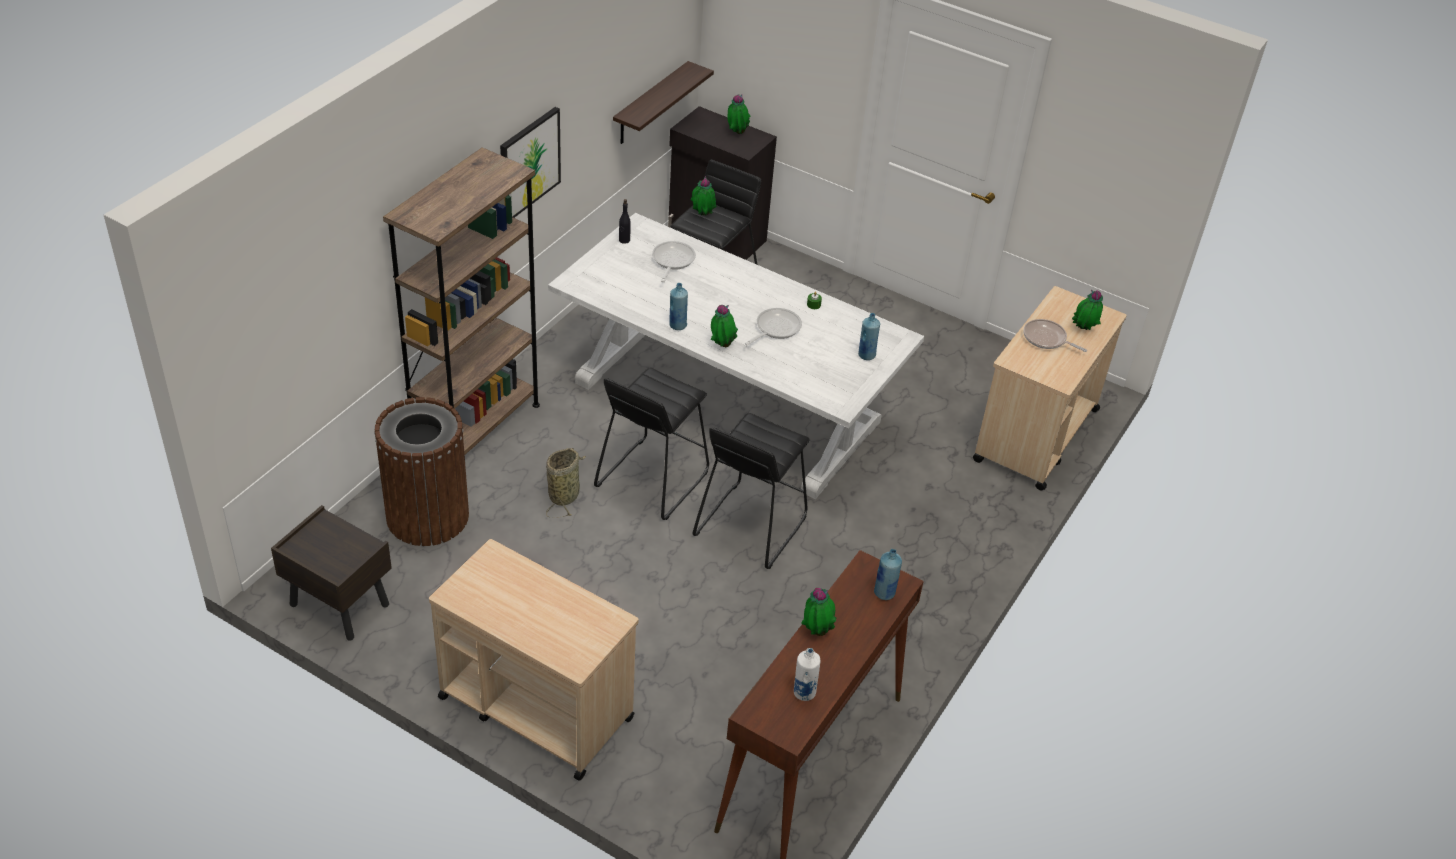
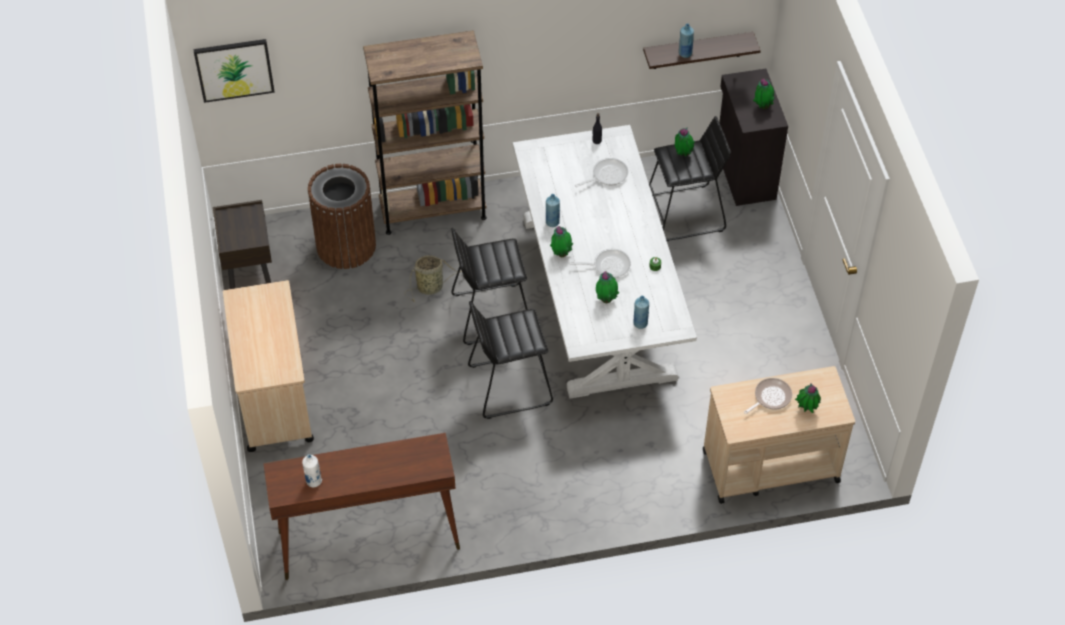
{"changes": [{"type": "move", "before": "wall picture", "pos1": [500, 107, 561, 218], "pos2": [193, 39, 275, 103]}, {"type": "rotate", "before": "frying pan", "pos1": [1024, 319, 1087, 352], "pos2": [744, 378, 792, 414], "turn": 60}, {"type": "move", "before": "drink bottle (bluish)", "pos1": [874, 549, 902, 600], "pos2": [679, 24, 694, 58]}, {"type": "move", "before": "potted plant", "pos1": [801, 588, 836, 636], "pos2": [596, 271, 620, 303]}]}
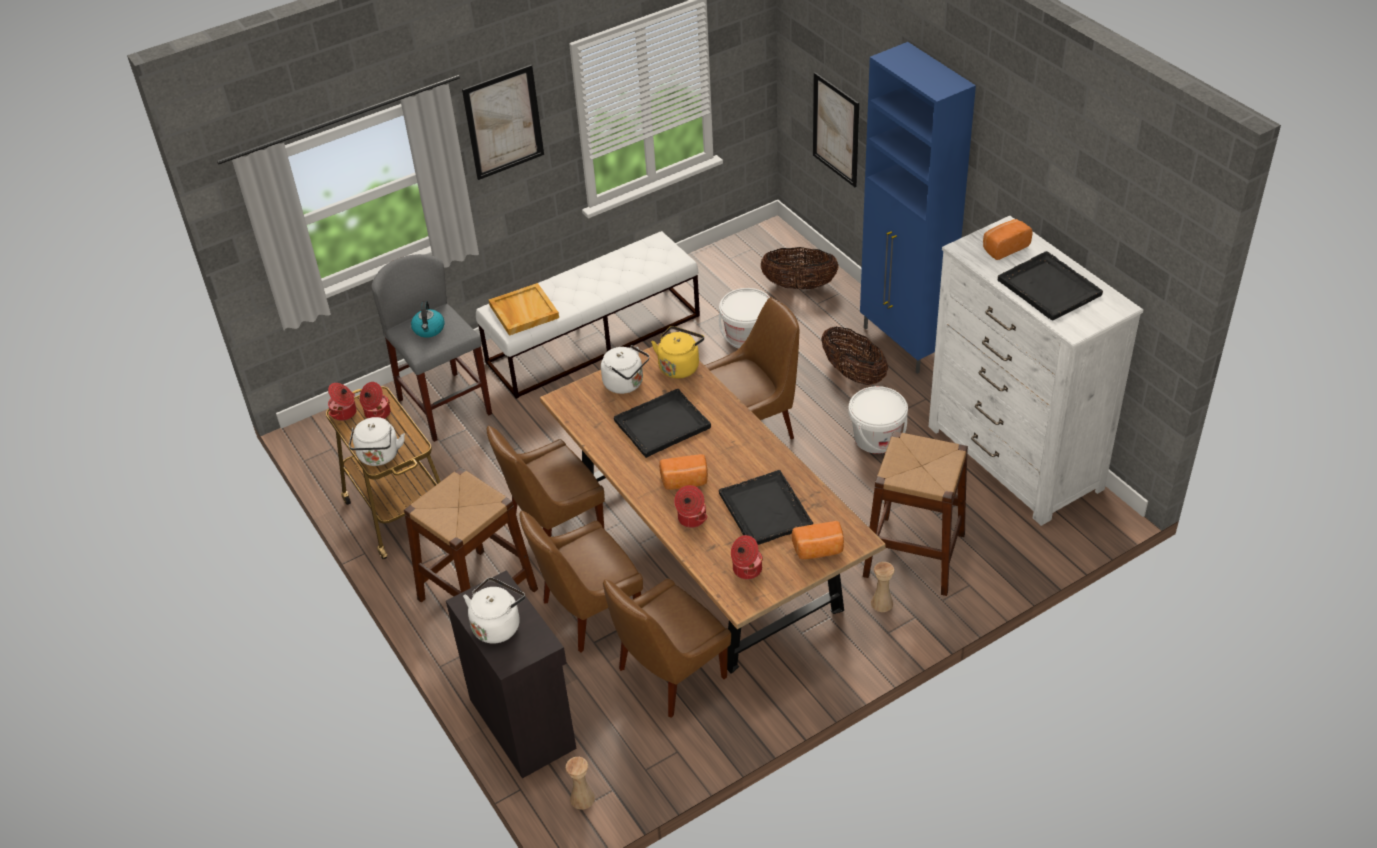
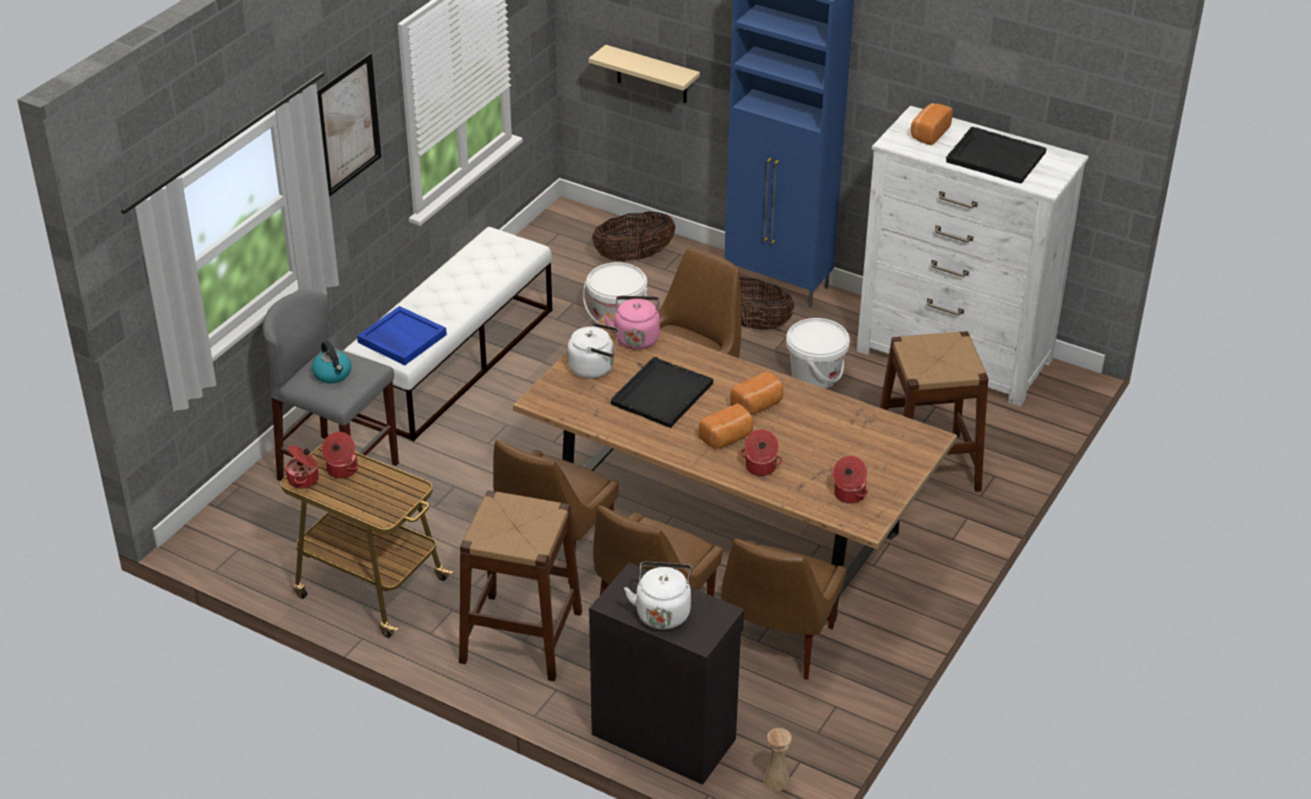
{"changes": [{"type": "replace", "before": "wall picture", "after": "bracket shelf (sand-coloured)", "pos1": [813, 72, 859, 187], "pos2": [589, 45, 700, 103]}, {"type": "recolor", "before": "serving tray (sand-coloured)", "after": "serving tray (bluish)", "pos1": [489, 283, 559, 336], "pos2": [357, 306, 447, 365]}, {"type": "recolor", "before": "tea kettle (yellow-coloured)", "after": "tea kettle (pink-coloured)", "pos1": [651, 326, 704, 379], "pos2": [604, 296, 660, 350]}, {"type": "delete", "before": "tea kettle (whitish)", "pos1": [349, 417, 405, 466]}, {"type": "delete", "before": "serving tray (black)", "pos1": [719, 470, 813, 545]}, {"type": "move", "before": "bakery bread", "pos1": [792, 521, 844, 559], "pos2": [730, 371, 784, 415]}, {"type": "delete", "before": "decorative vase (sand-coloured)", "pos1": [871, 562, 895, 612]}]}
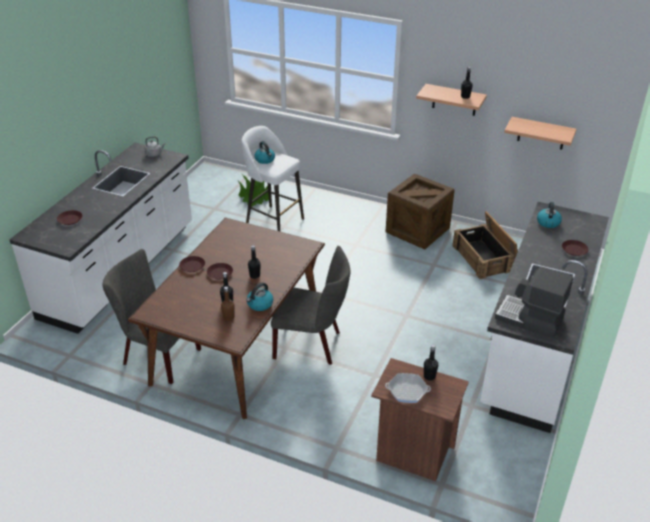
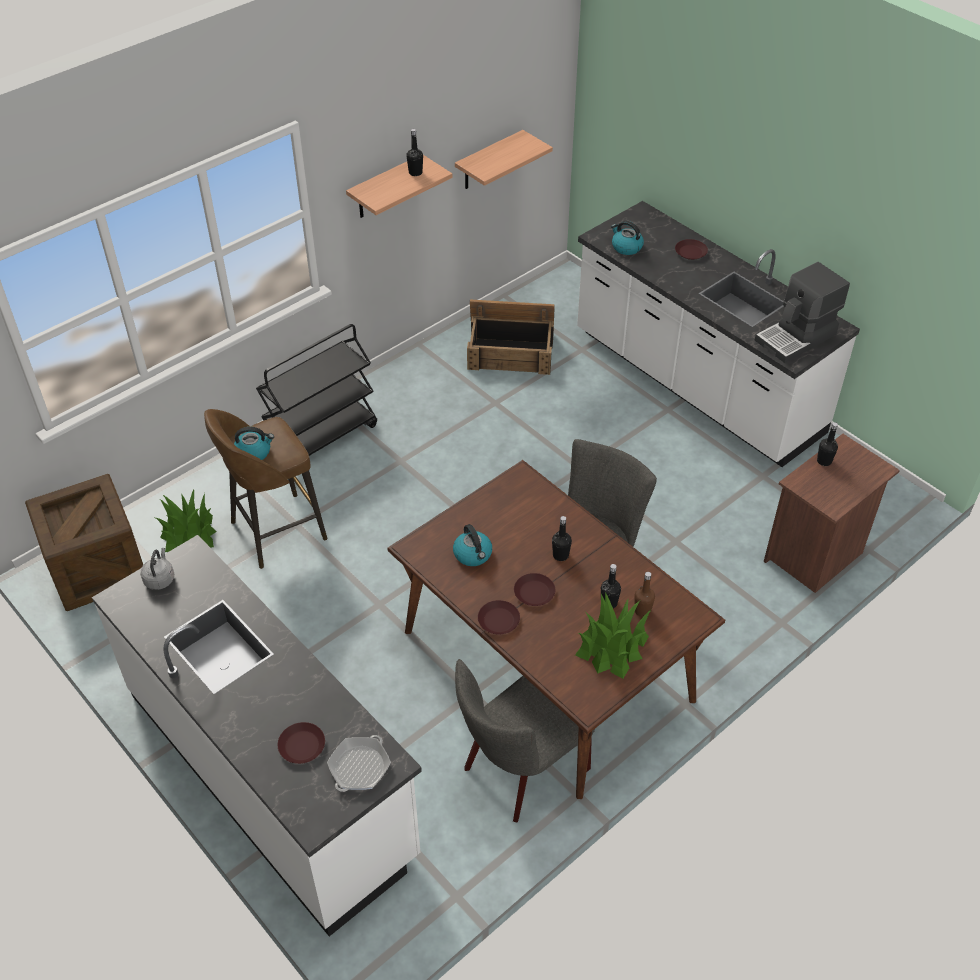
{"changes": [{"type": "recolor", "before": "stool (whitish)", "after": "stool (brown-coloured)", "pos1": [242, 126, 304, 231], "pos2": [204, 409, 328, 569]}, {"type": "move", "before": "packing crate", "pos1": [385, 174, 455, 249], "pos2": [25, 474, 143, 611]}, {"type": "move", "before": "tea kettle", "pos1": [246, 282, 273, 311], "pos2": [453, 524, 492, 566]}, {"type": "move", "before": "frying pan", "pos1": [385, 373, 431, 403], "pos2": [327, 735, 391, 792]}, {"type": "insert", "after": "cart (black)", "pos2": [256, 324, 377, 456]}, {"type": "insert", "after": "potted plant", "pos2": [575, 592, 651, 679]}]}
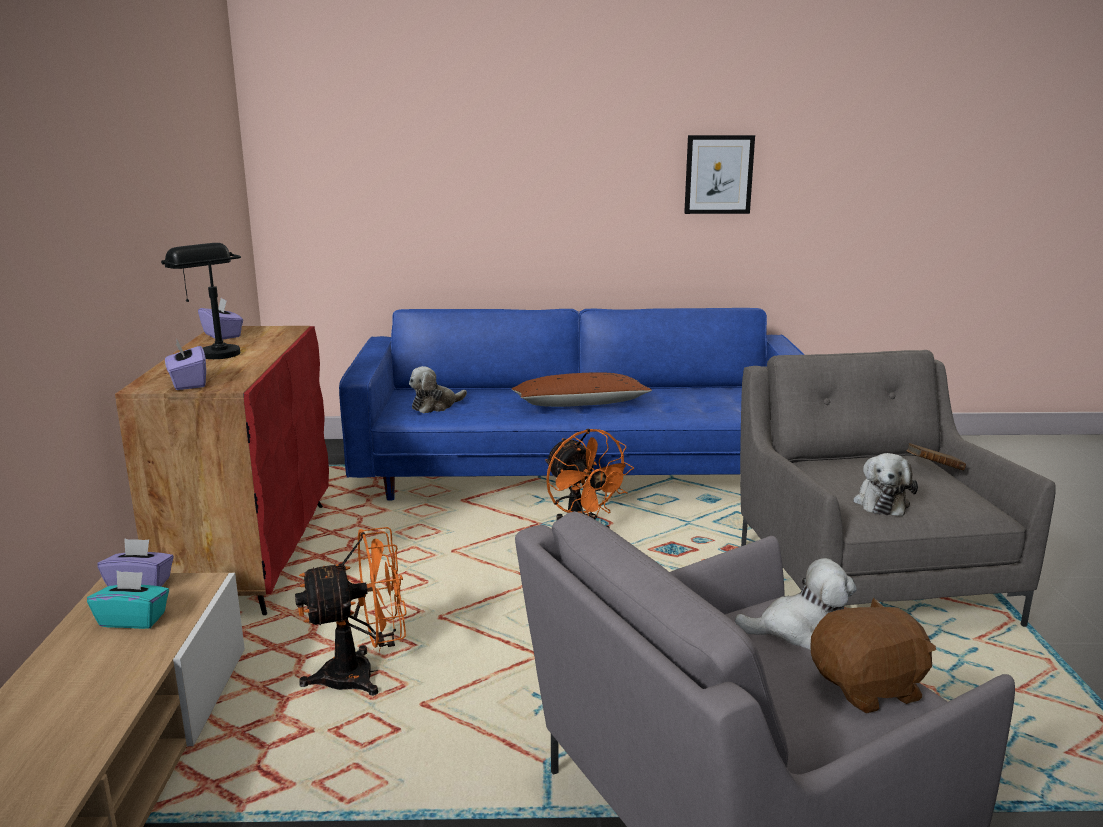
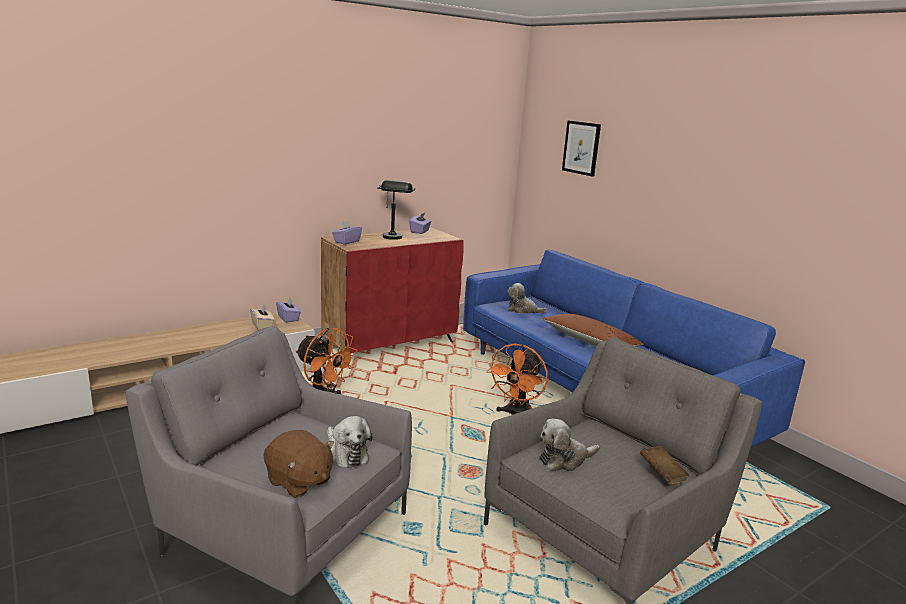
{"changes": [{"type": "move", "before": "wall picture", "pos1": [684, 135, 755, 214], "pos2": [562, 121, 601, 177]}, {"type": "recolor", "before": "box of tissues (turquoise-coloured)", "after": "box of tissues (sand-coloured)", "pos1": [87, 571, 169, 629], "pos2": [250, 305, 275, 330]}]}
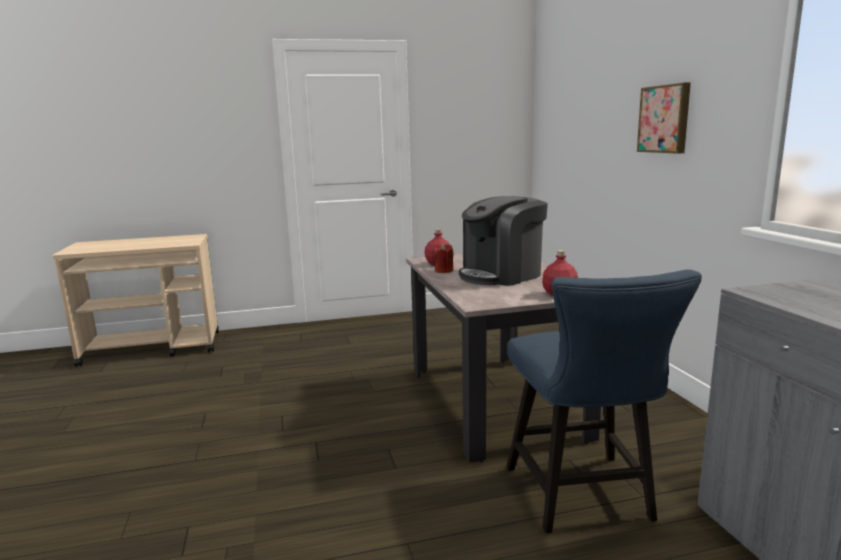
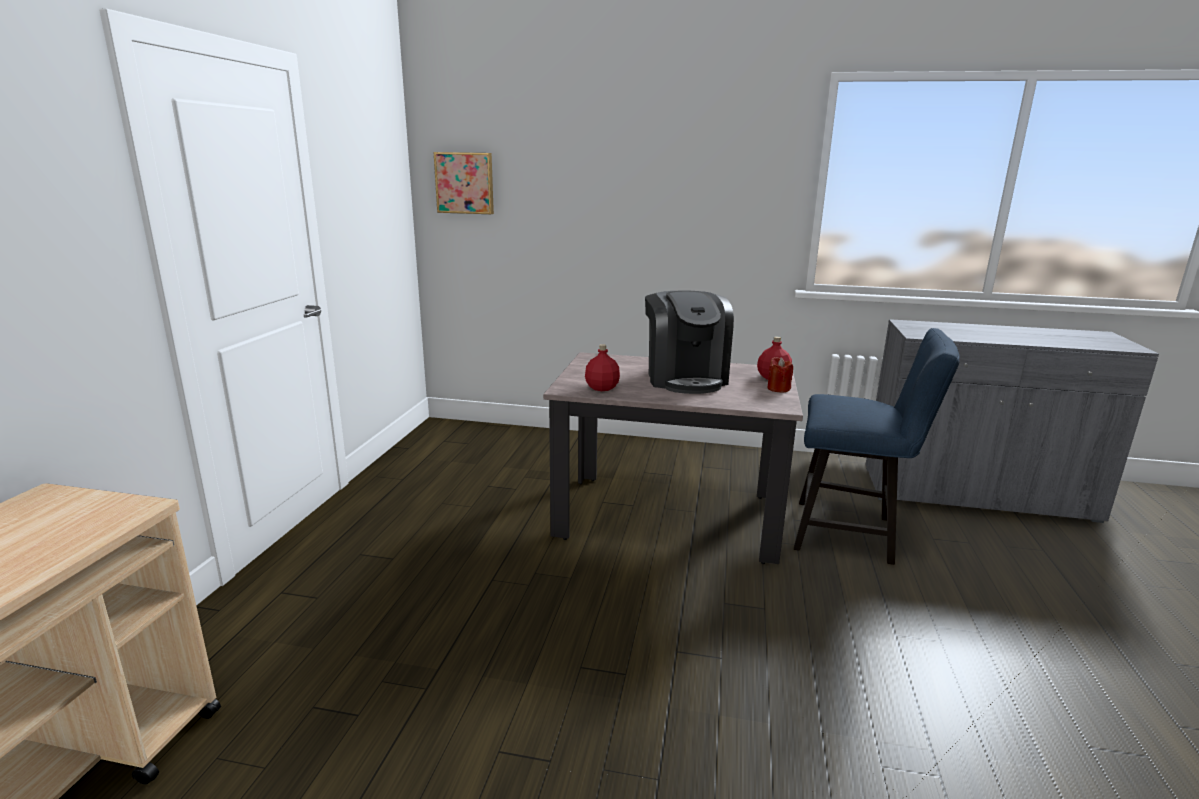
{"changes": [{"type": "move", "before": "wall picture", "pos1": [637, 83, 691, 154], "pos2": [433, 152, 494, 214]}, {"type": "move", "before": "wax light (reddish)", "pos1": [434, 244, 454, 273], "pos2": [767, 357, 793, 393]}]}
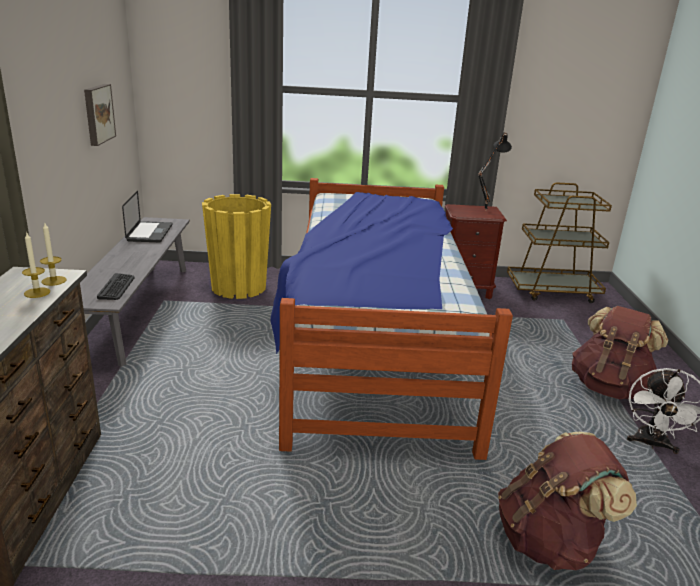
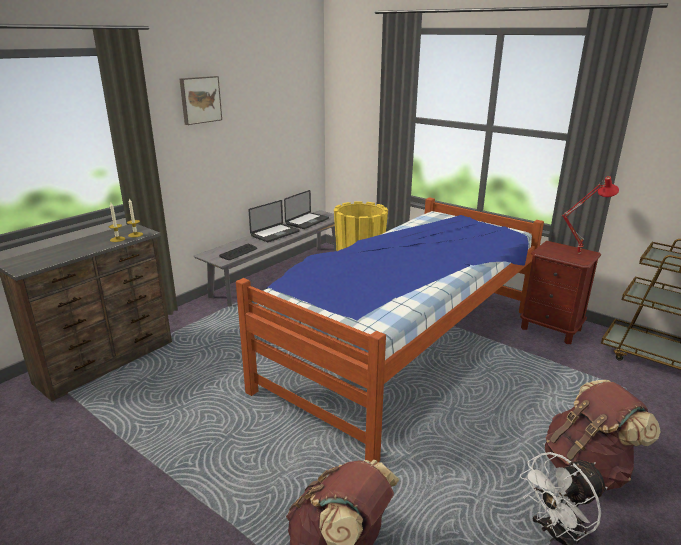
{"changes": [{"type": "move", "before": "wall picture", "pos1": [84, 84, 116, 146], "pos2": [179, 76, 222, 125]}, {"type": "recolor", "before": "table lamp (black)", "after": "table lamp (reddish)", "pos1": [478, 132, 512, 211], "pos2": [562, 176, 619, 254]}, {"type": "insert", "after": "notebook computer", "pos2": [248, 200, 299, 242]}]}
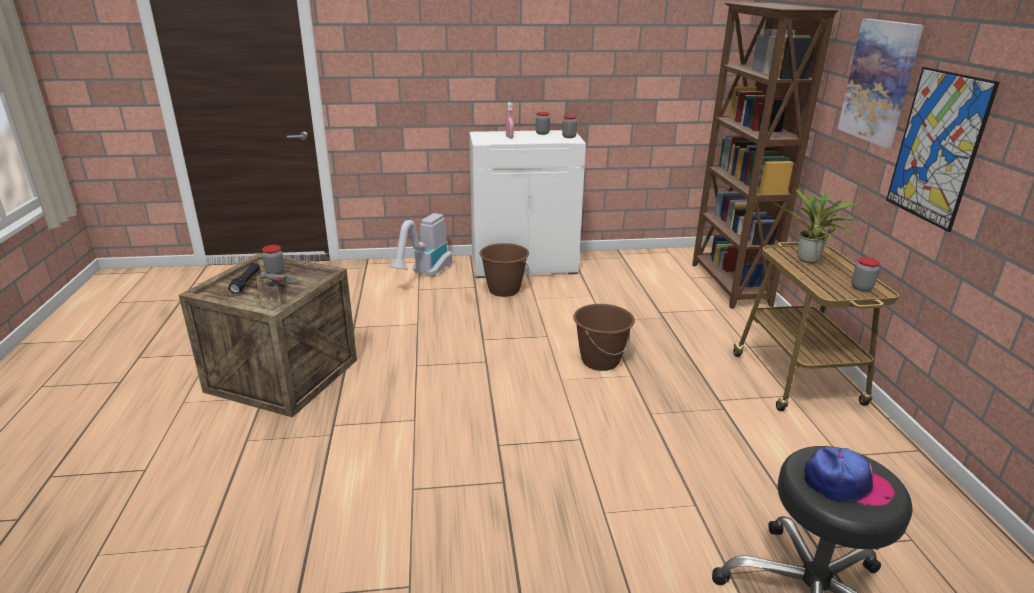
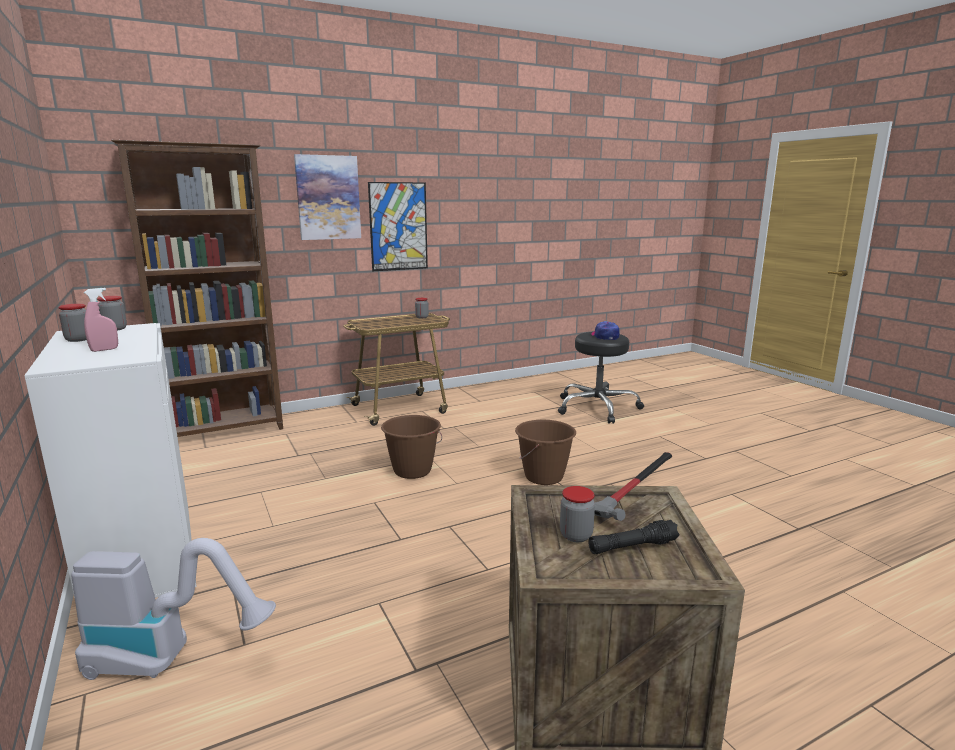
{"changes": [{"type": "delete", "before": "potted plant", "pos1": [773, 189, 857, 263]}, {"type": "move", "before": "bucket (brown-coloured)", "pos1": [479, 243, 529, 297], "pos2": [515, 420, 576, 485]}]}
